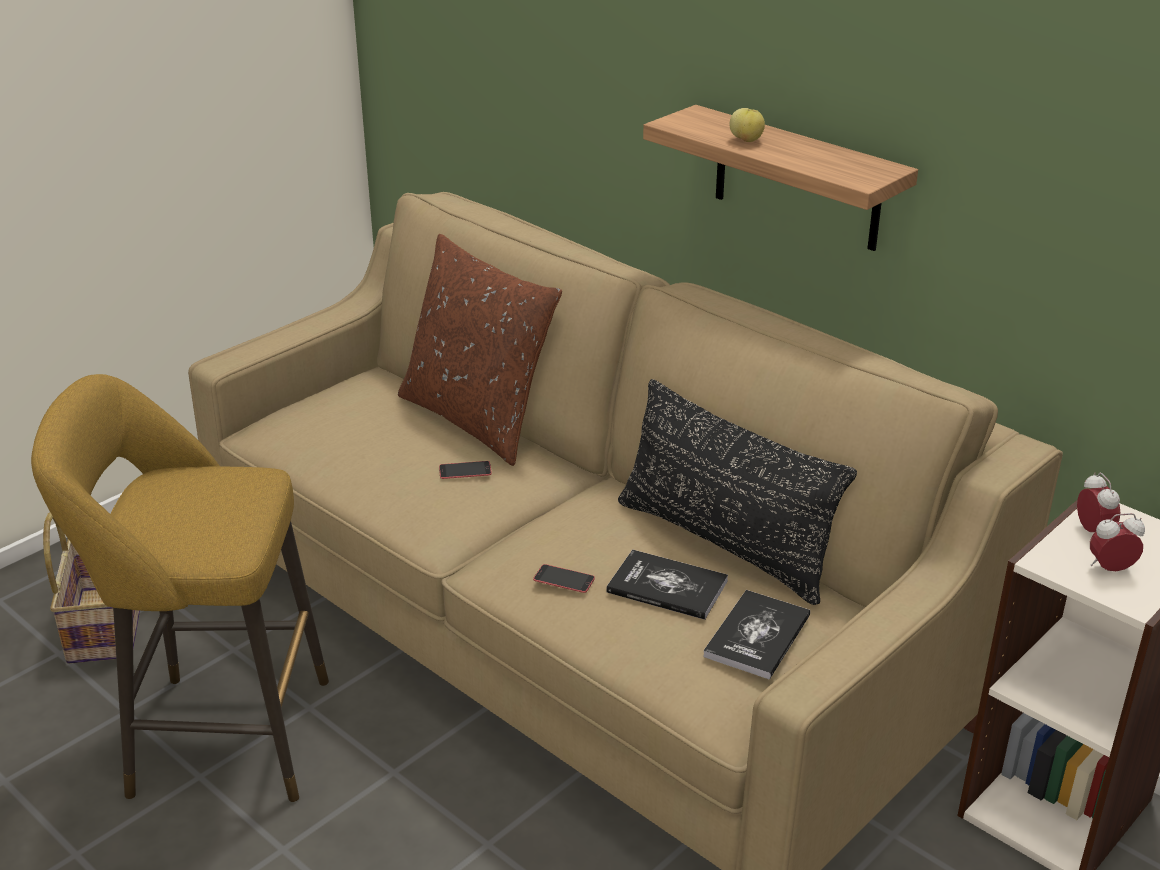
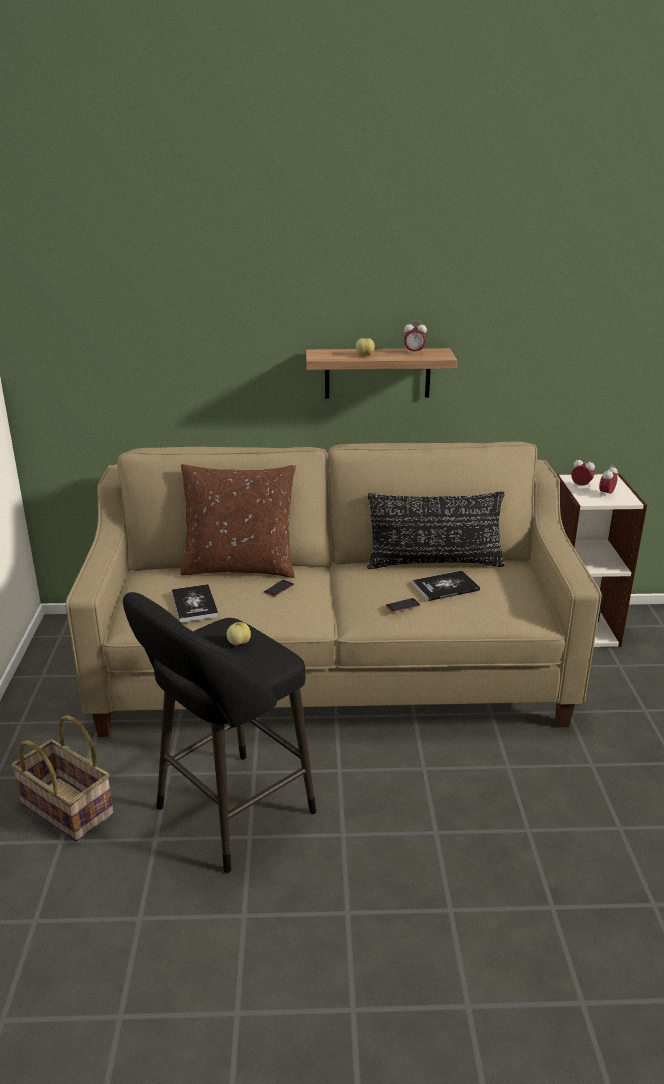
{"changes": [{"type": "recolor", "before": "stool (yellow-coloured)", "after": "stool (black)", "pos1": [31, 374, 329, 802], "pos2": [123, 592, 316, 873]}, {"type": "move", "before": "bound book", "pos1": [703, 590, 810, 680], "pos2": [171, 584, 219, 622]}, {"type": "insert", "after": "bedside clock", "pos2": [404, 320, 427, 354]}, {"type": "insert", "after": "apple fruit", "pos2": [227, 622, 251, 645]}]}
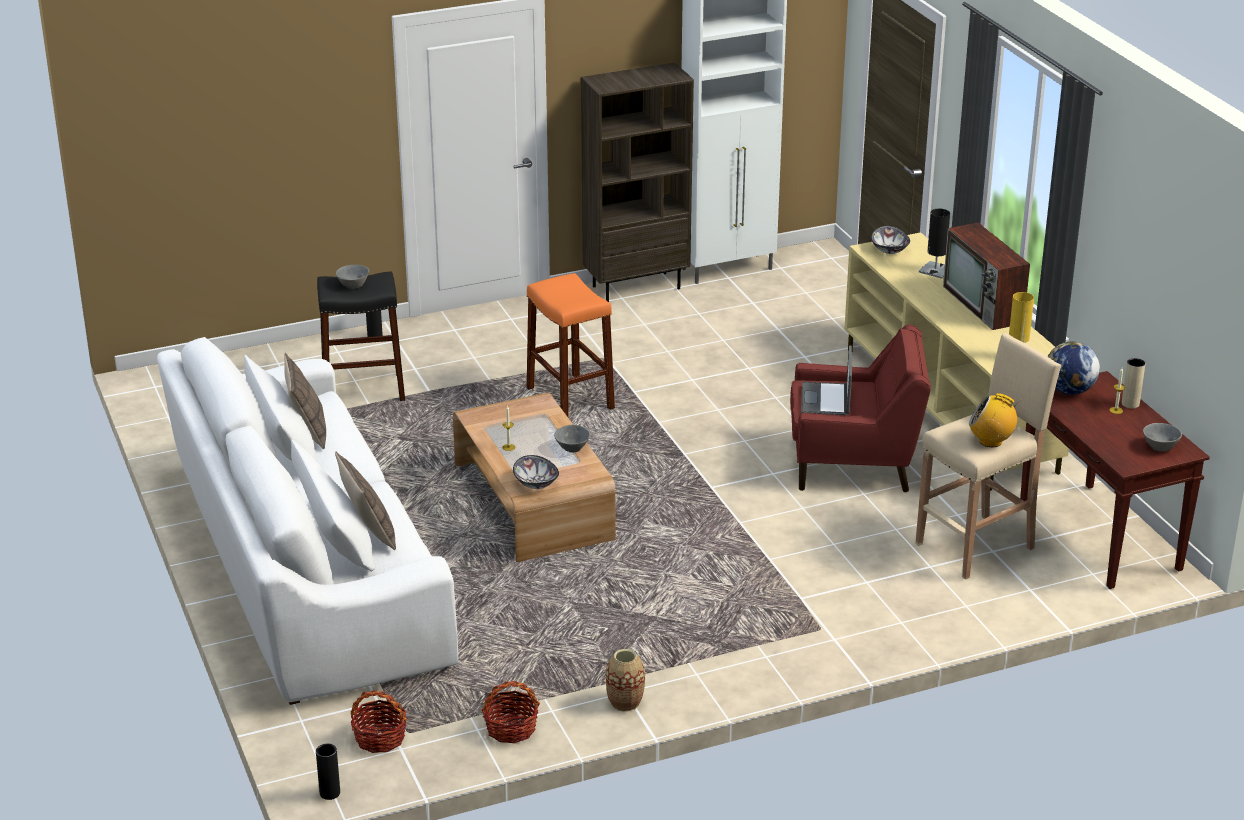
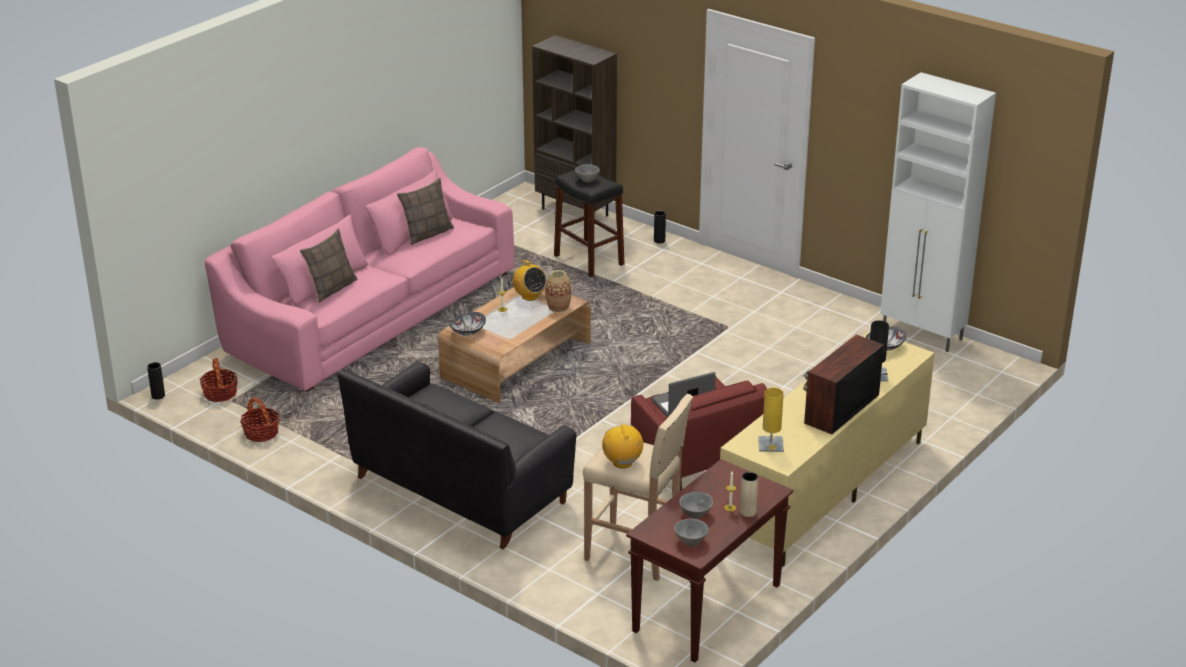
{"changes": [{"type": "move", "before": "shelving unit (brown-coloured)", "pos1": [581, 63, 694, 302], "pos2": [532, 35, 617, 216]}, {"type": "delete", "before": "stool (orange)", "pos1": [527, 273, 615, 418]}, {"type": "recolor", "before": "settee (whitish)", "after": "settee (pink-coloured)", "pos1": [157, 337, 459, 705], "pos2": [205, 147, 515, 391]}, {"type": "delete", "before": "desk globe", "pos1": [1047, 341, 1100, 395]}, {"type": "move", "before": "deep dish (greyish)", "pos1": [554, 425, 590, 453], "pos2": [679, 492, 713, 519]}, {"type": "move", "before": "decorative vase", "pos1": [606, 649, 645, 712], "pos2": [545, 270, 571, 313]}, {"type": "insert", "after": "radio receiver", "pos2": [512, 260, 546, 301]}, {"type": "insert", "after": "settee (black)", "pos2": [338, 362, 576, 549]}]}
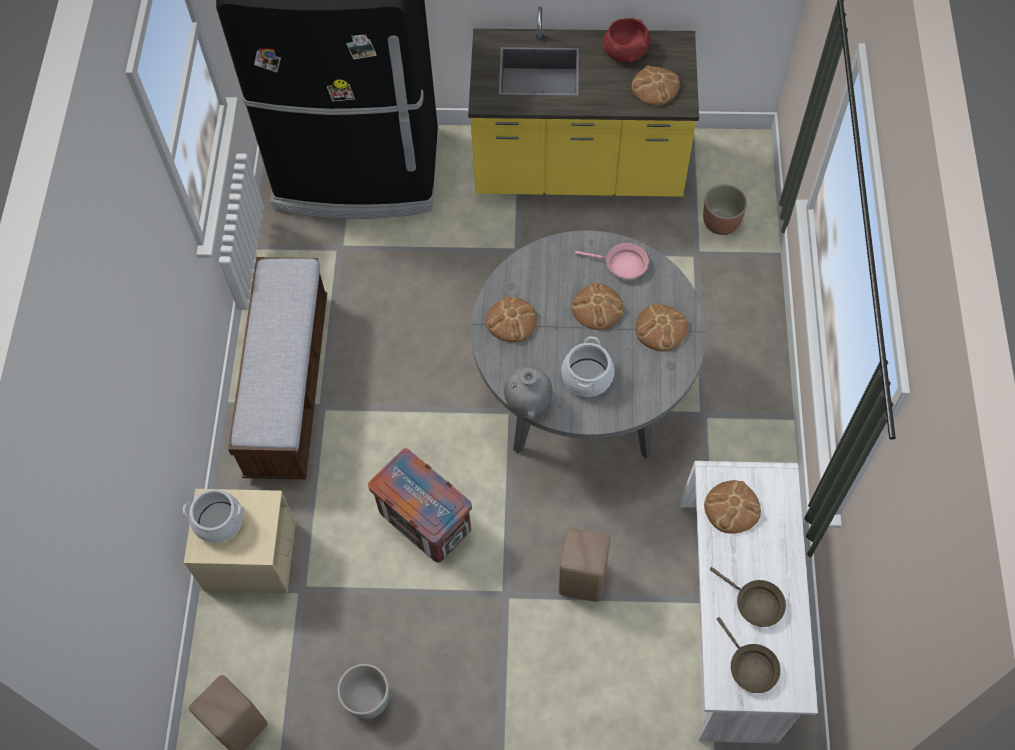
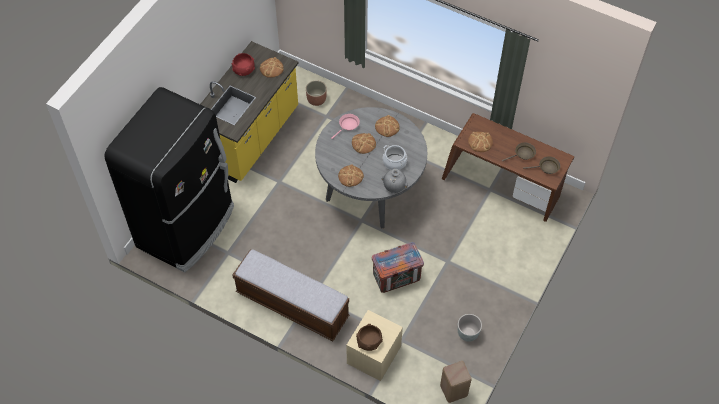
{"changes": [{"type": "recolor", "before": "desk table (whitish)", "after": "desk table (brown-coloured)", "pos1": [680, 461, 818, 744], "pos2": [442, 113, 575, 222]}, {"type": "replace", "before": "saucepot", "after": "deep dish (brown-coloured)", "pos1": [183, 489, 243, 543], "pos2": [356, 324, 383, 351]}, {"type": "delete", "before": "stool (sand-coloured)", "pos1": [558, 528, 611, 602]}]}
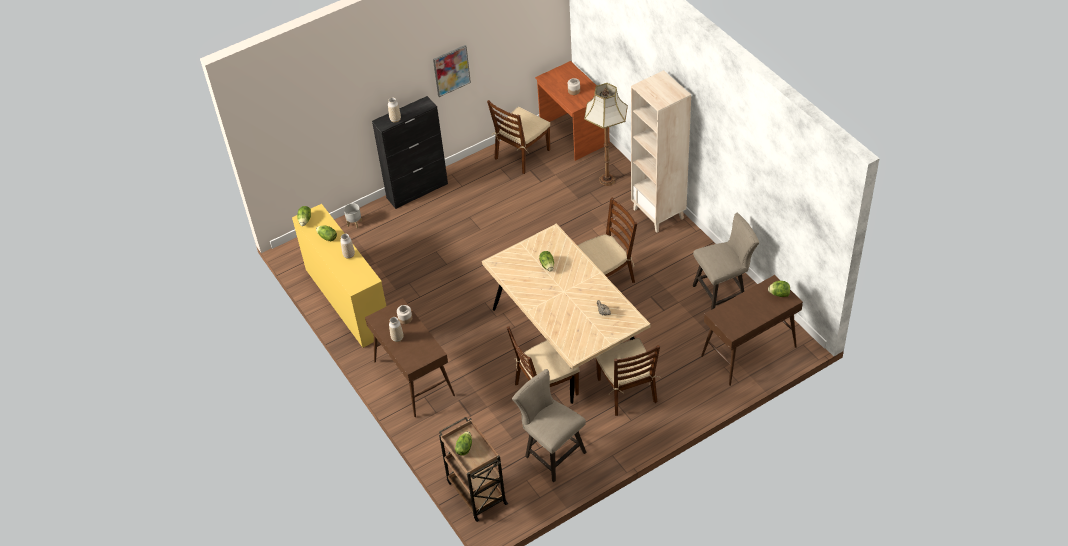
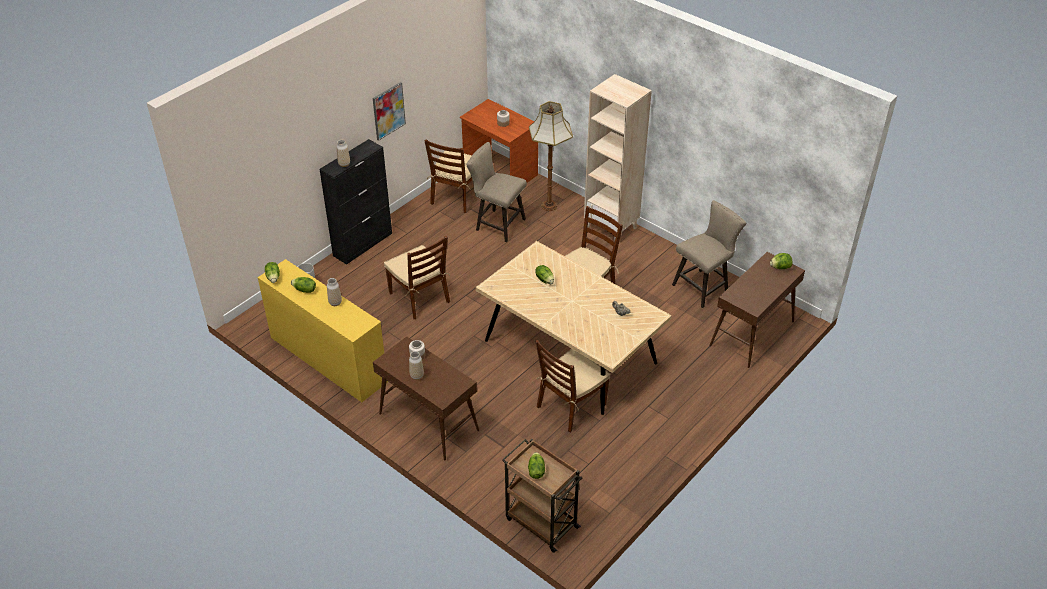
{"changes": [{"type": "move", "before": "upright chair (brown-coloured)", "pos1": [596, 338, 660, 416], "pos2": [384, 236, 450, 319]}, {"type": "move", "before": "stool (sand-coloured)", "pos1": [512, 369, 587, 482], "pos2": [466, 142, 527, 242]}]}
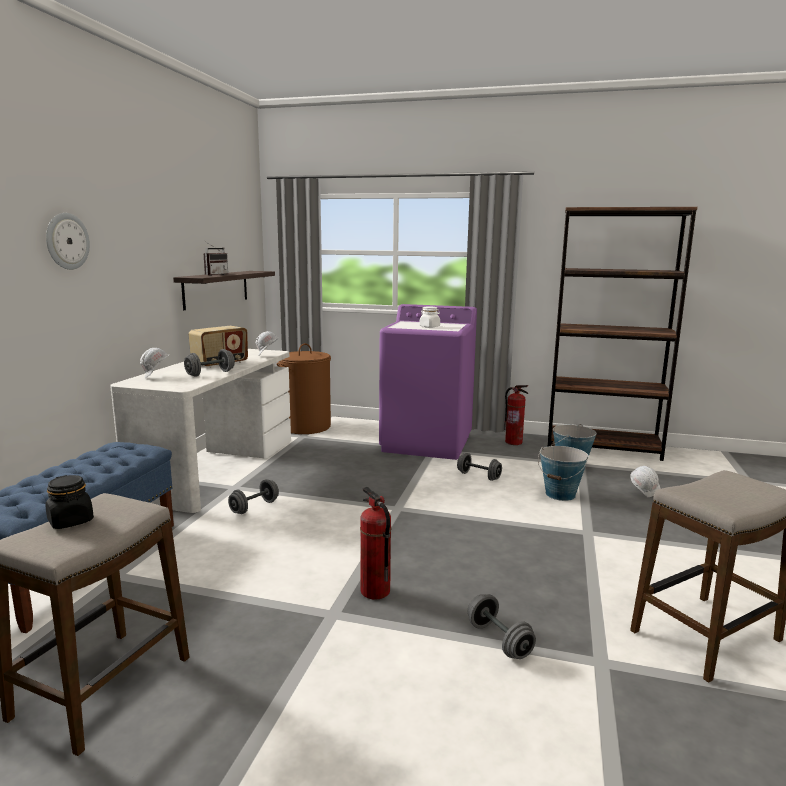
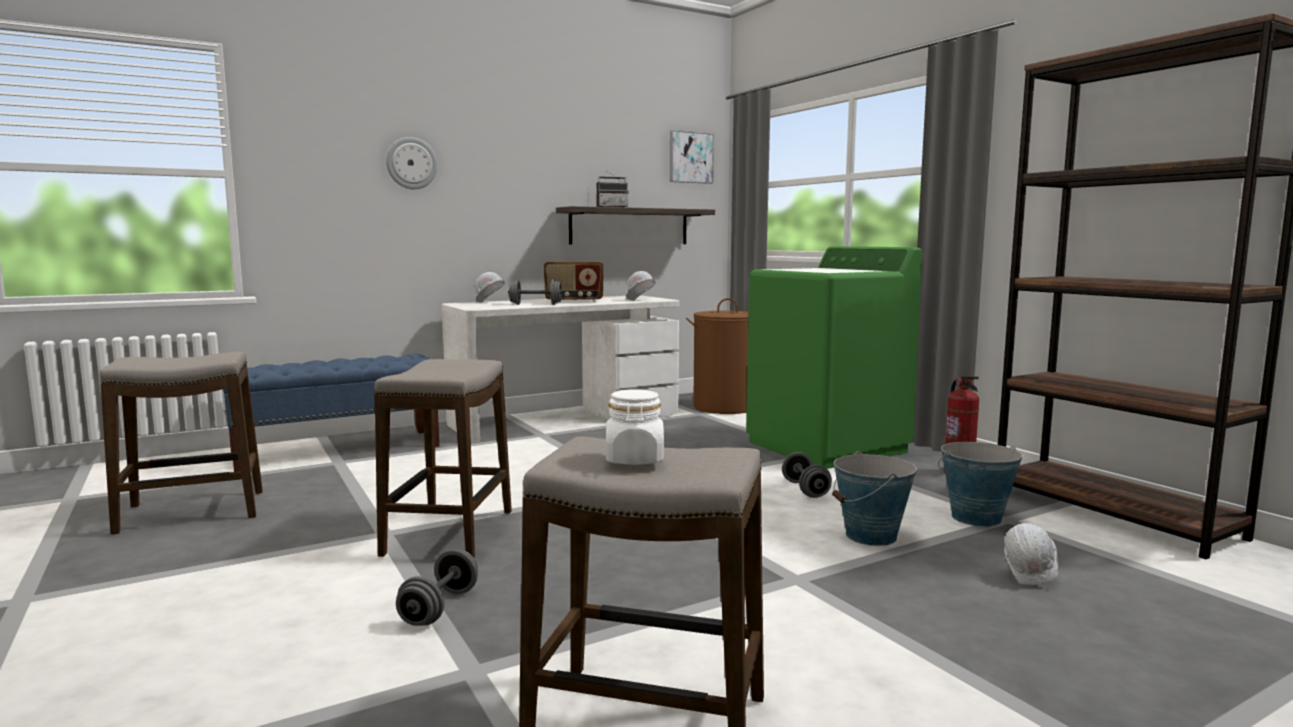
{"changes": [{"type": "recolor", "before": "laundry machine (purplish)", "after": "laundry machine (greenish)", "pos1": [379, 304, 477, 460], "pos2": [746, 246, 922, 469]}, {"type": "move", "before": "jar (whitish)", "pos1": [420, 307, 440, 328], "pos2": [606, 389, 664, 465]}, {"type": "delete", "before": "jar (black)", "pos1": [45, 475, 94, 529]}, {"type": "delete", "before": "dumbbell (greyish)", "pos1": [228, 479, 279, 514]}, {"type": "replace", "before": "extinguisher", "after": "stool", "pos1": [360, 487, 391, 600], "pos2": [374, 359, 512, 558]}, {"type": "insert", "after": "wall picture", "pos2": [670, 130, 714, 184]}]}
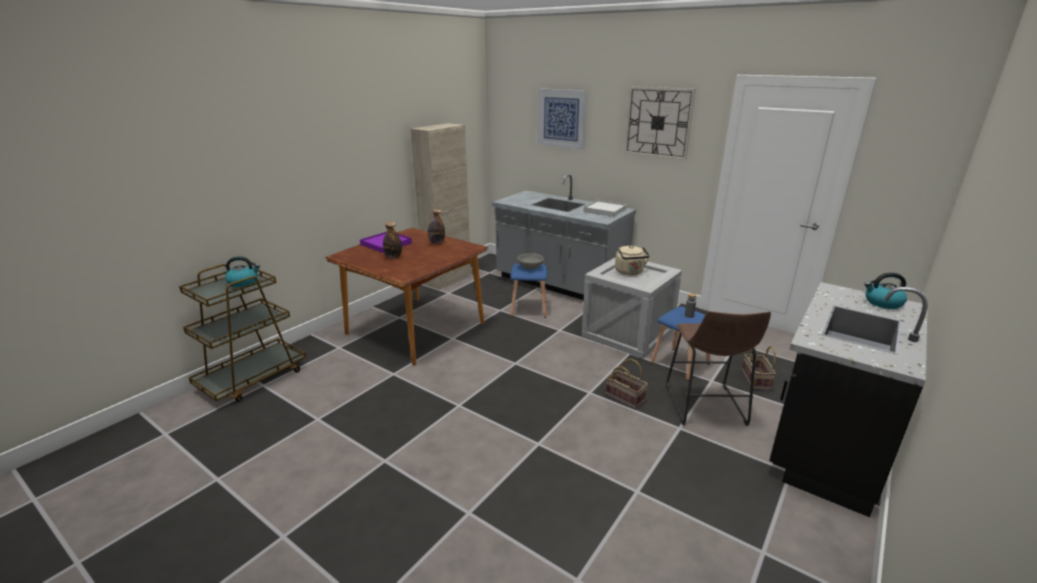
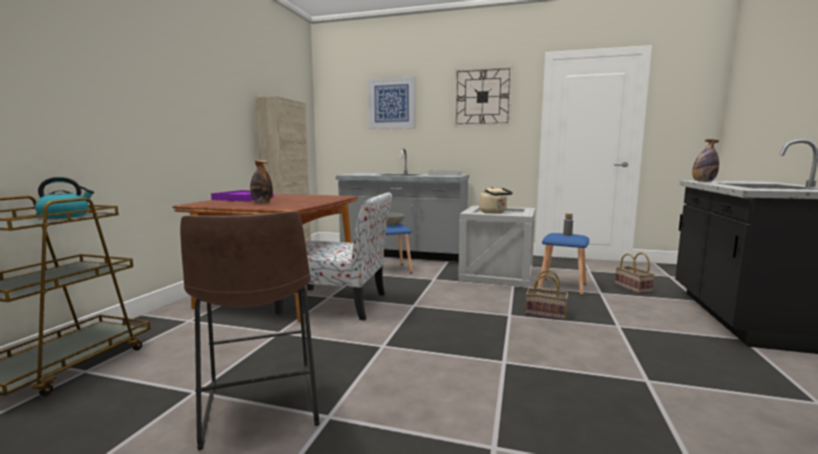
{"changes": [{"type": "move", "before": "drink bottle", "pos1": [428, 209, 445, 244], "pos2": [692, 139, 719, 182]}, {"type": "delete", "before": "tea kettle", "pos1": [865, 272, 907, 309]}, {"type": "move", "before": "stool (brown-coloured)", "pos1": [666, 311, 771, 426], "pos2": [180, 211, 319, 450]}, {"type": "insert", "after": "upright chair", "pos2": [274, 192, 392, 320]}]}
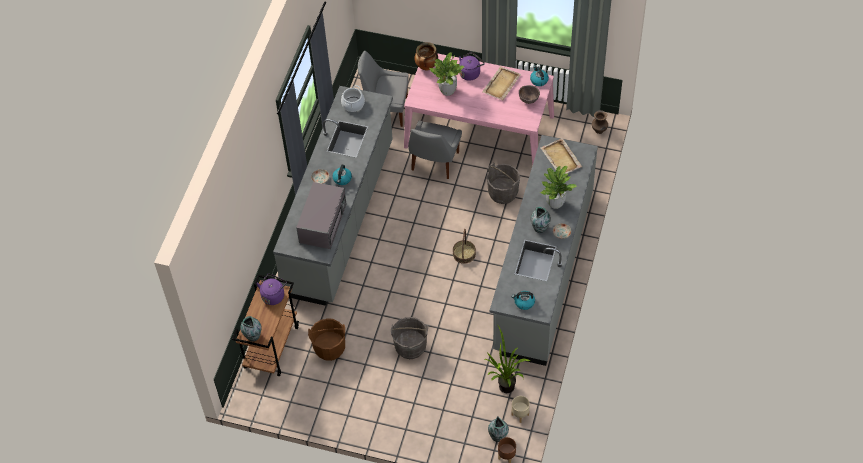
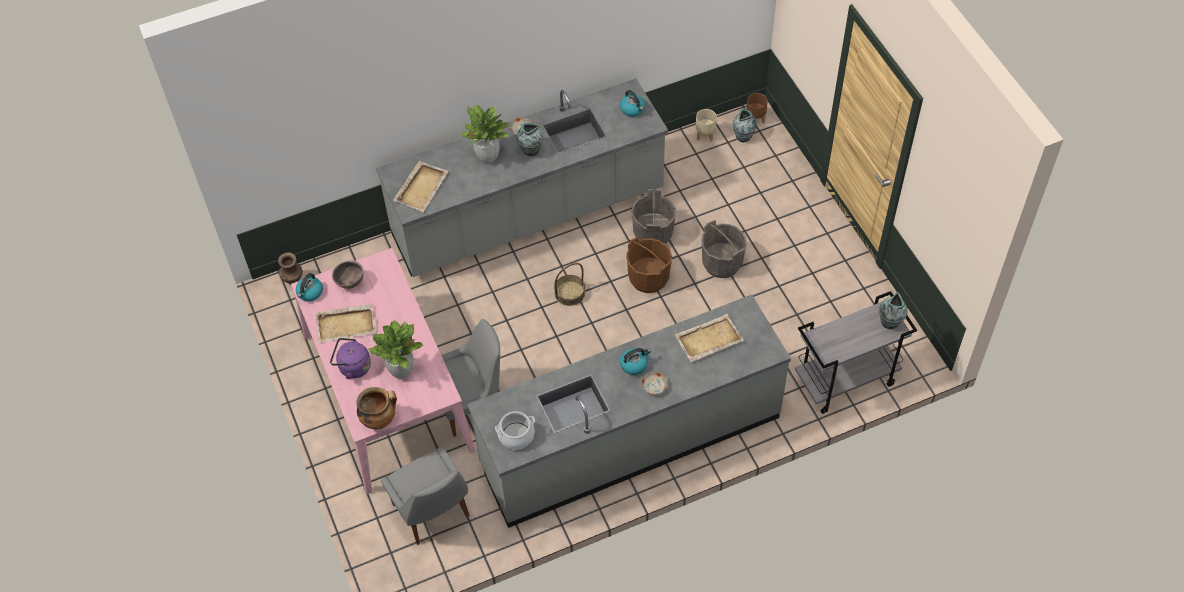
{"changes": [{"type": "move", "before": "bucket (greyish)", "pos1": [487, 163, 520, 204], "pos2": [631, 189, 676, 244]}, {"type": "replace", "before": "microwave (greyish)", "after": "serving tray (sand-coloured)", "pos1": [296, 182, 346, 249], "pos2": [675, 314, 744, 362]}, {"type": "delete", "before": "tea kettle (purplish)", "pos1": [256, 274, 287, 305]}, {"type": "recolor", "before": "cart (brown-coloured)", "after": "cart (greyish)", "pos1": [232, 275, 299, 376], "pos2": [795, 291, 917, 414]}, {"type": "move", "before": "bucket (brown-coloured)", "pos1": [308, 318, 345, 361], "pos2": [626, 237, 672, 293]}, {"type": "delete", "before": "potted plant", "pos1": [485, 326, 530, 393]}]}
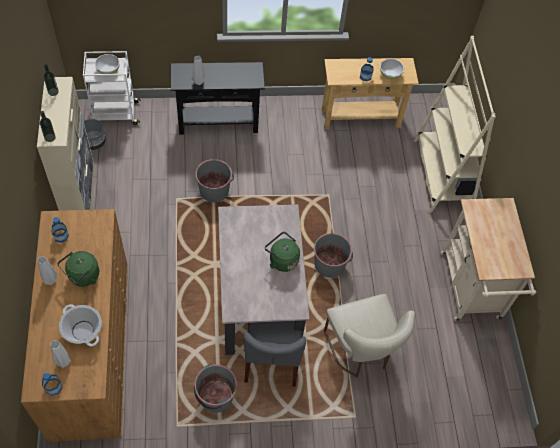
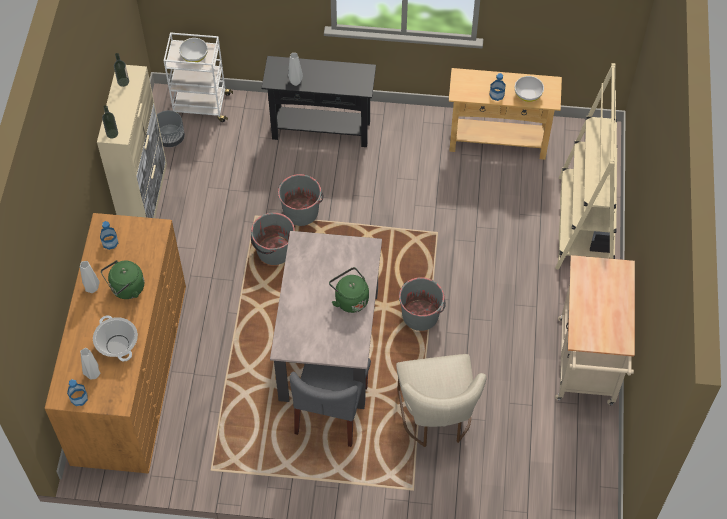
{"changes": [{"type": "move", "before": "bucket (greyish)", "pos1": [194, 364, 237, 413], "pos2": [251, 213, 295, 265]}]}
